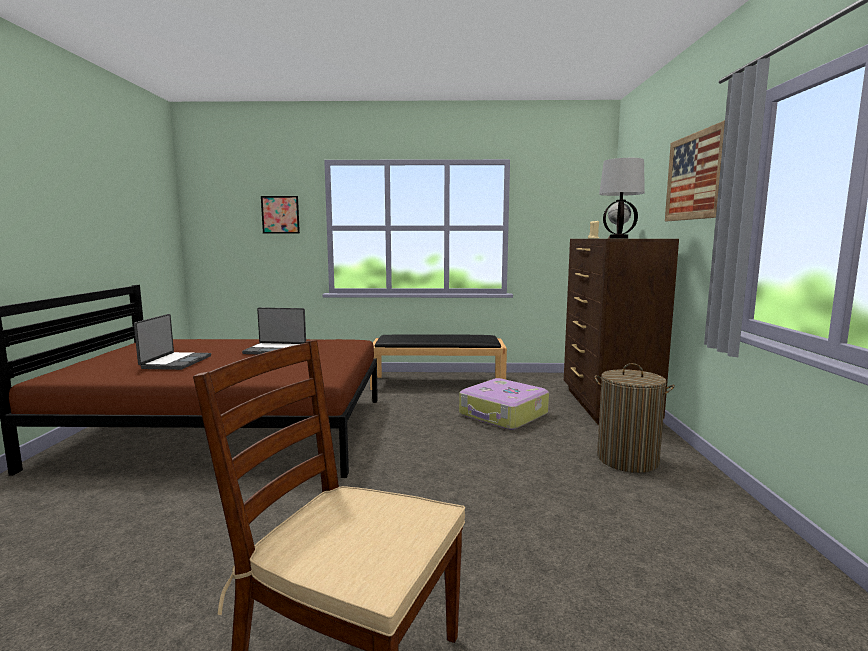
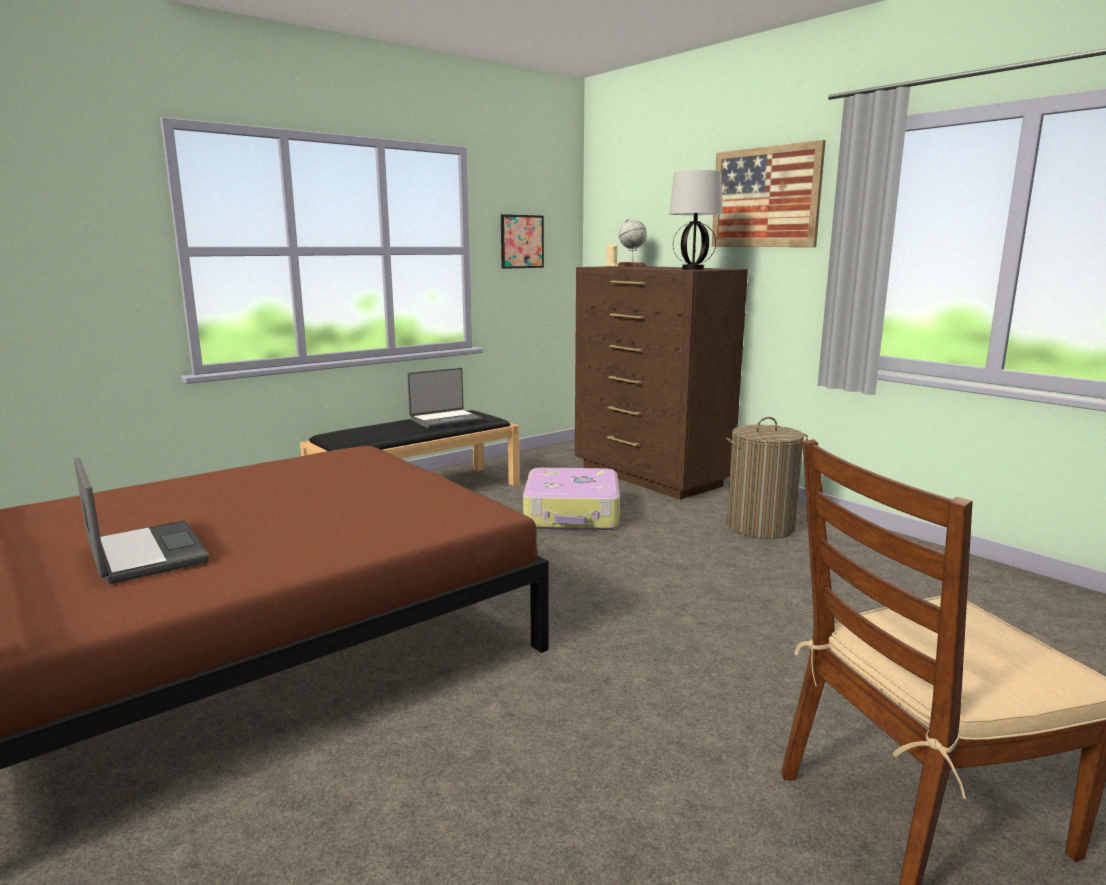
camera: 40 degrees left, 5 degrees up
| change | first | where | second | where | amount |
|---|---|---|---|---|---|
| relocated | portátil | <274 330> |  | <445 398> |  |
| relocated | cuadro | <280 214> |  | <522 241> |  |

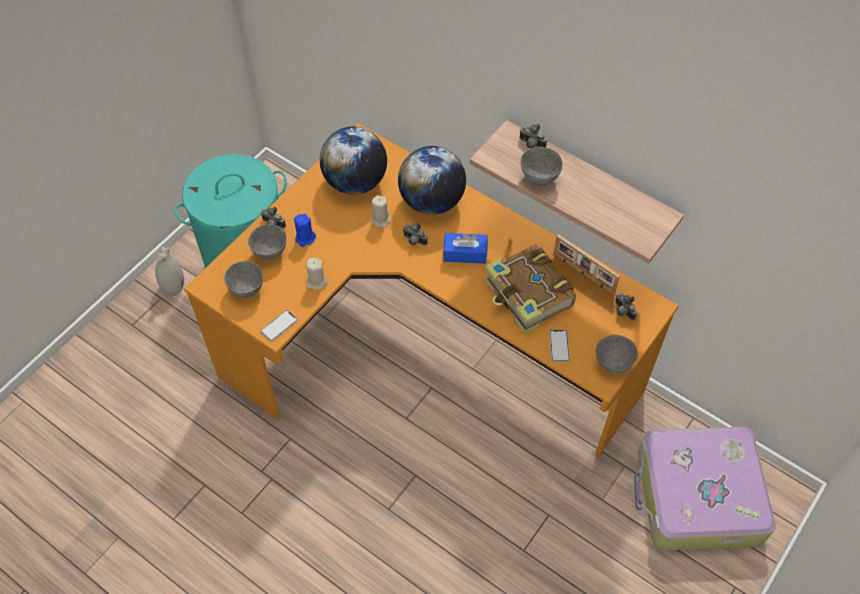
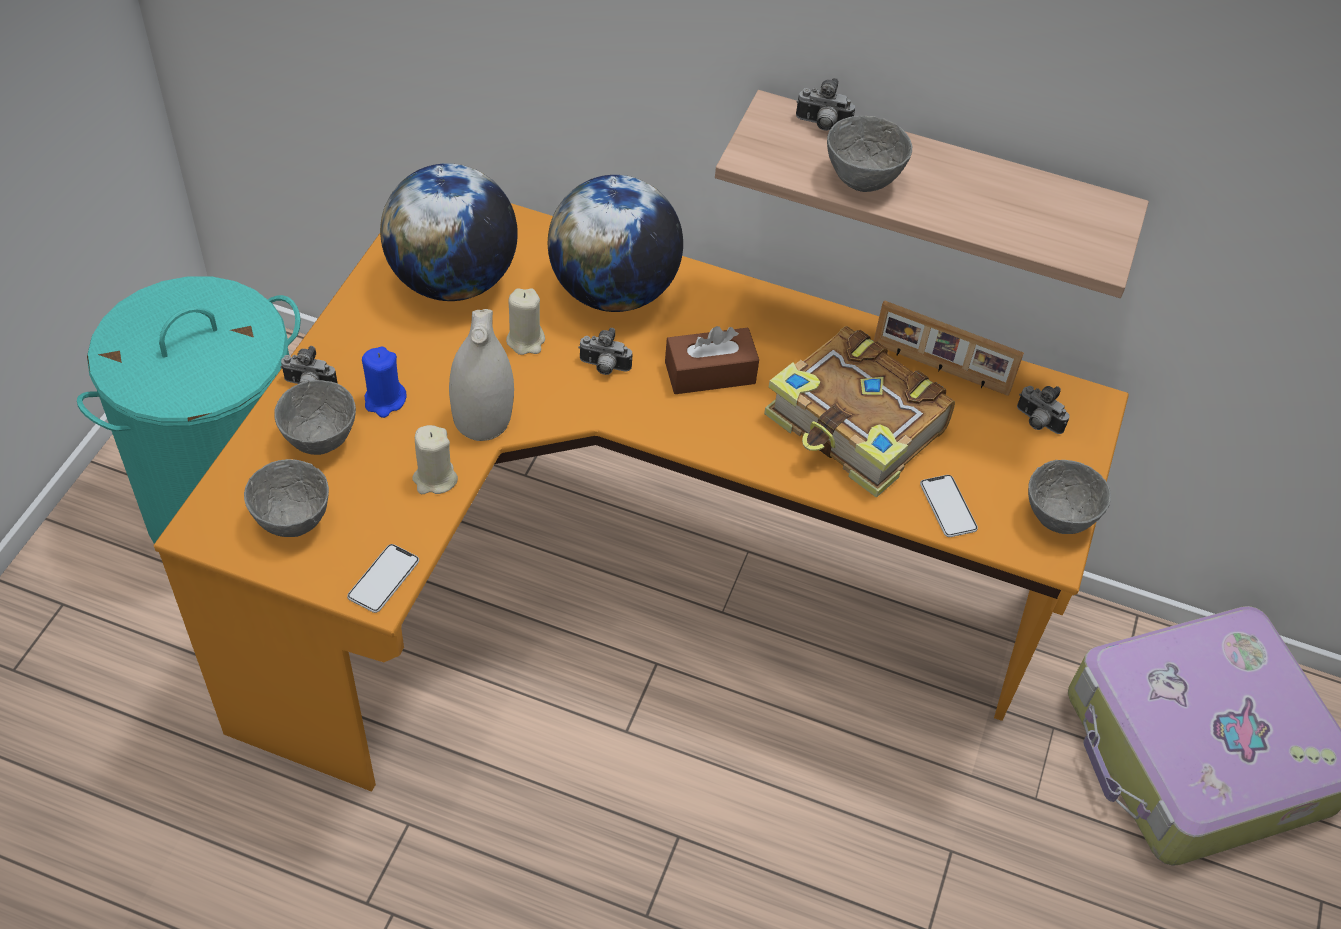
camera: 20 degrees left, 5 degrees down
| change | first | where | second | where | amount |
|---|---|---|---|---|---|
| relocated | florero [blanco] | <169 271> |  | <481 375> |  |
| colour | caja de pañuelos [azul] | <465 248> | caja de pañuelos [marrón] | <712 360> |  |

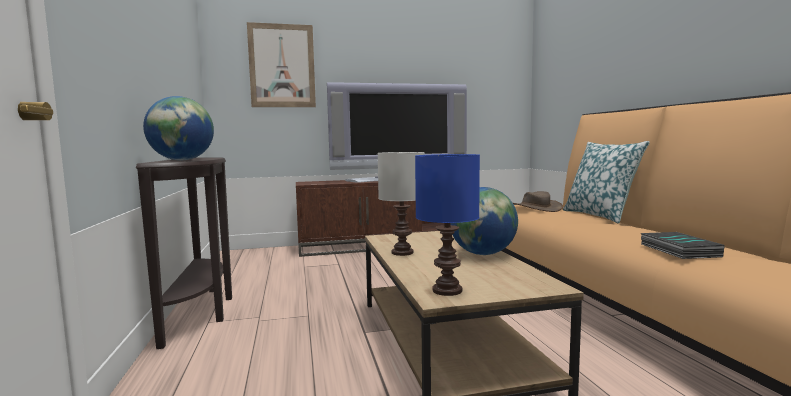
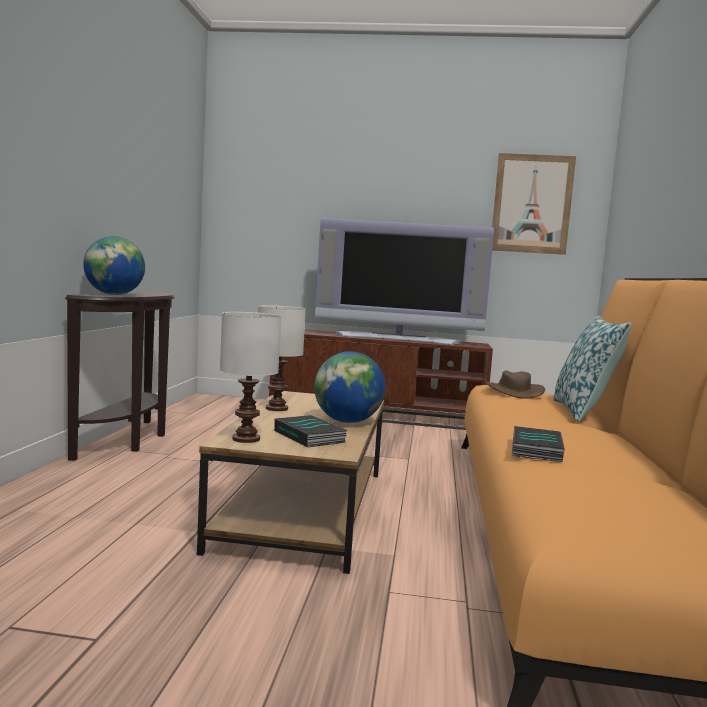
camera: 20 degrees right, 0 degrees up
| change | first | where | second | where | amount |
|---|---|---|---|---|---|
| relocated | cuadro | <281 64> |  | <534 204> |  |
| colour | lámpara de mesa [azul] | <447 225> | lámpara de mesa [blanco] | <250 377> |  |
| appeared |  |  | libro | <310 431> |  |

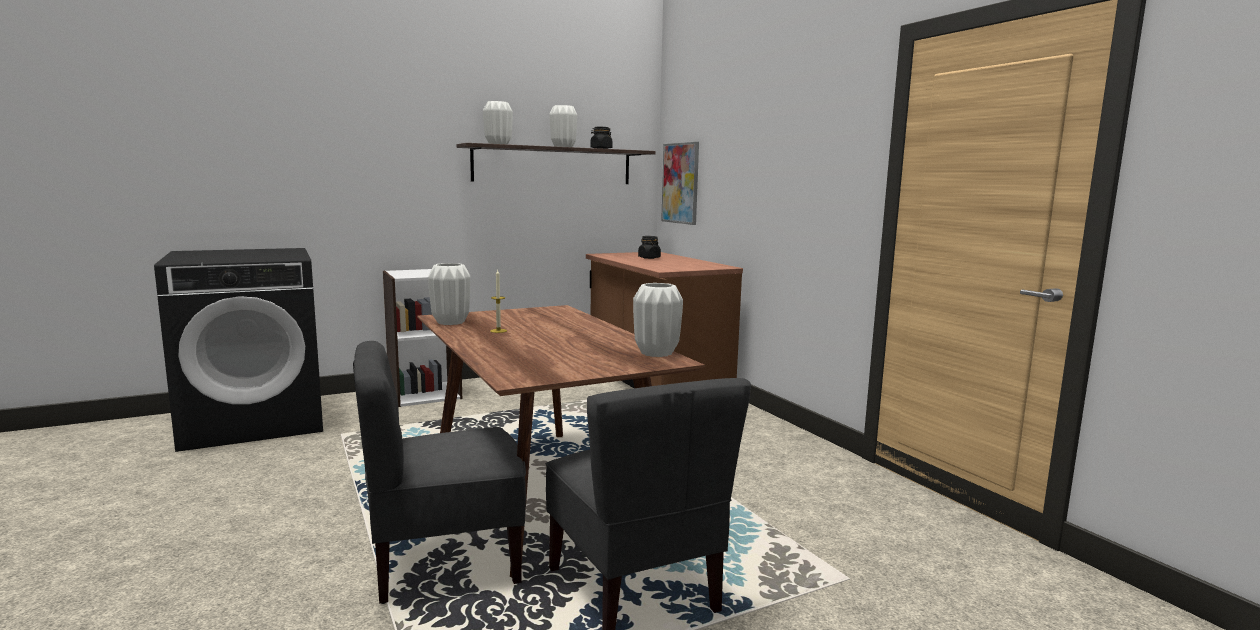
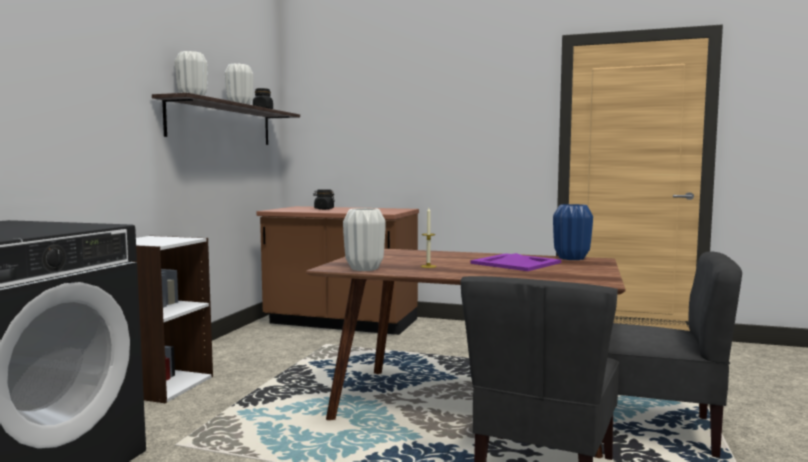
camera: 45 degrees left, 5 degrees down
| change | first | where | second | where | amount |
|---|---|---|---|---|---|
| colour | florero [blanco] | <658 320> | florero [azul] | <573 232> |  |
| missing | cuadro | <680 183> |  |  |  |
| appeared |  |  | bandeja [morado] | <515 262> |  |

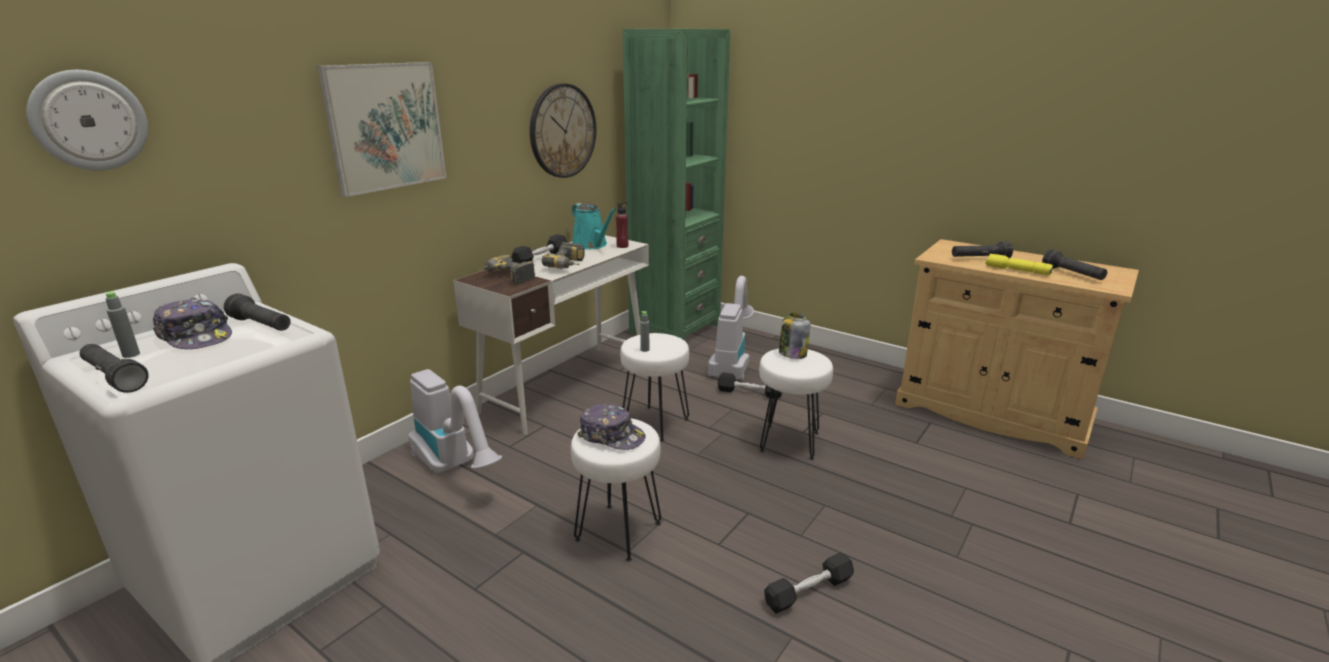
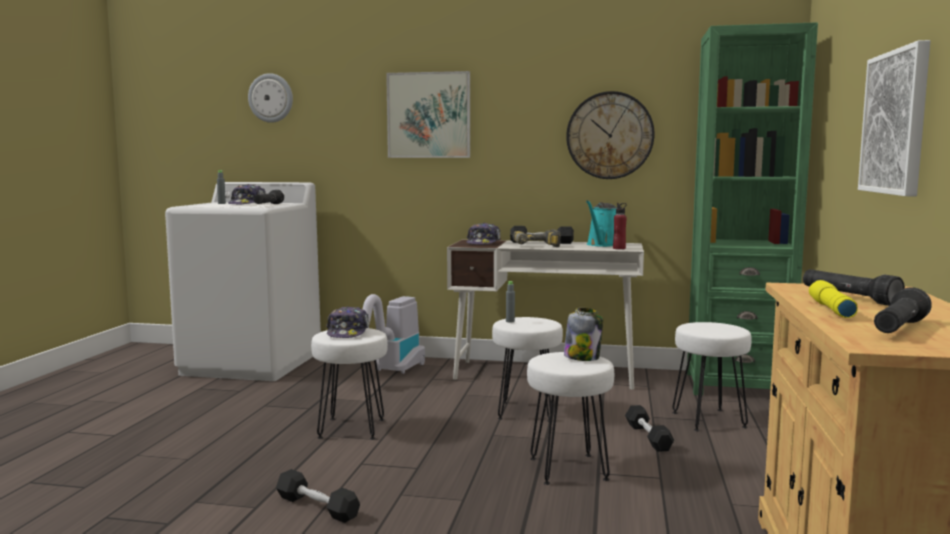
camera: 65 degrees right, 15 degrees down
| change | first | where | second | where | amount |
|---|---|---|---|---|---|
| missing | linterna [negro] | <114 368> |  |  |  |
| exchanged | taladro | <506 270> | gorra | <483 233> |  |
| exchanged | aspiradora | <731 328> | taburete [blanco] | <712 376> |  |
| appeared |  |  | cuadro | <894 118> |  |

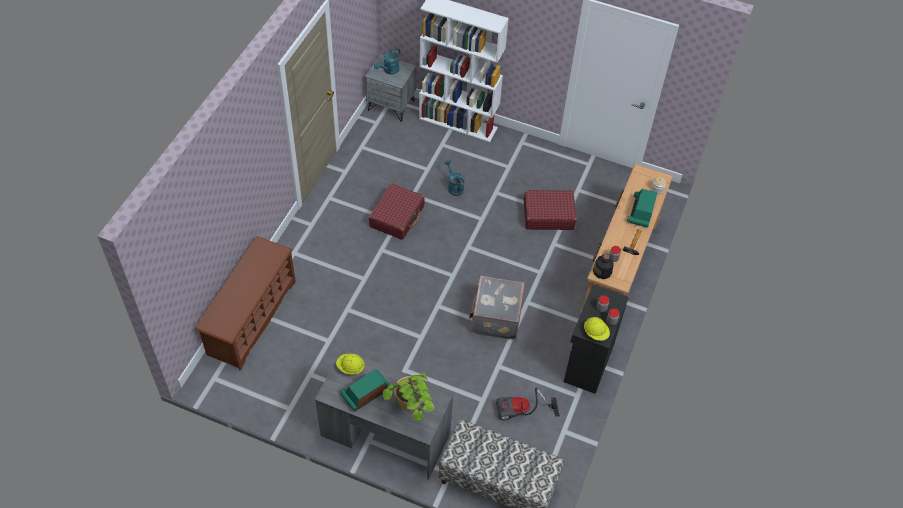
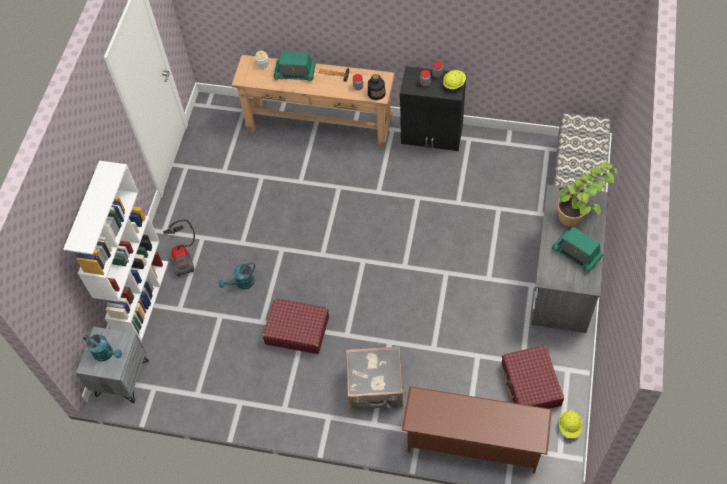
camera: 95 degrees left, 5 degrees up
| change | first | where | second | where | amount |
|---|---|---|---|---|---|
| relocated | casco [amarillo] | <350 364> |  | <571 424> |  |
| relocated | maleta [gris] | <497 308> |  | <374 378> |  |
| relocated | aspiradora | <528 404> |  | <179 248> |  |
| relocated | maleta [rojo] | <550 210> |  | <533 377> |  |

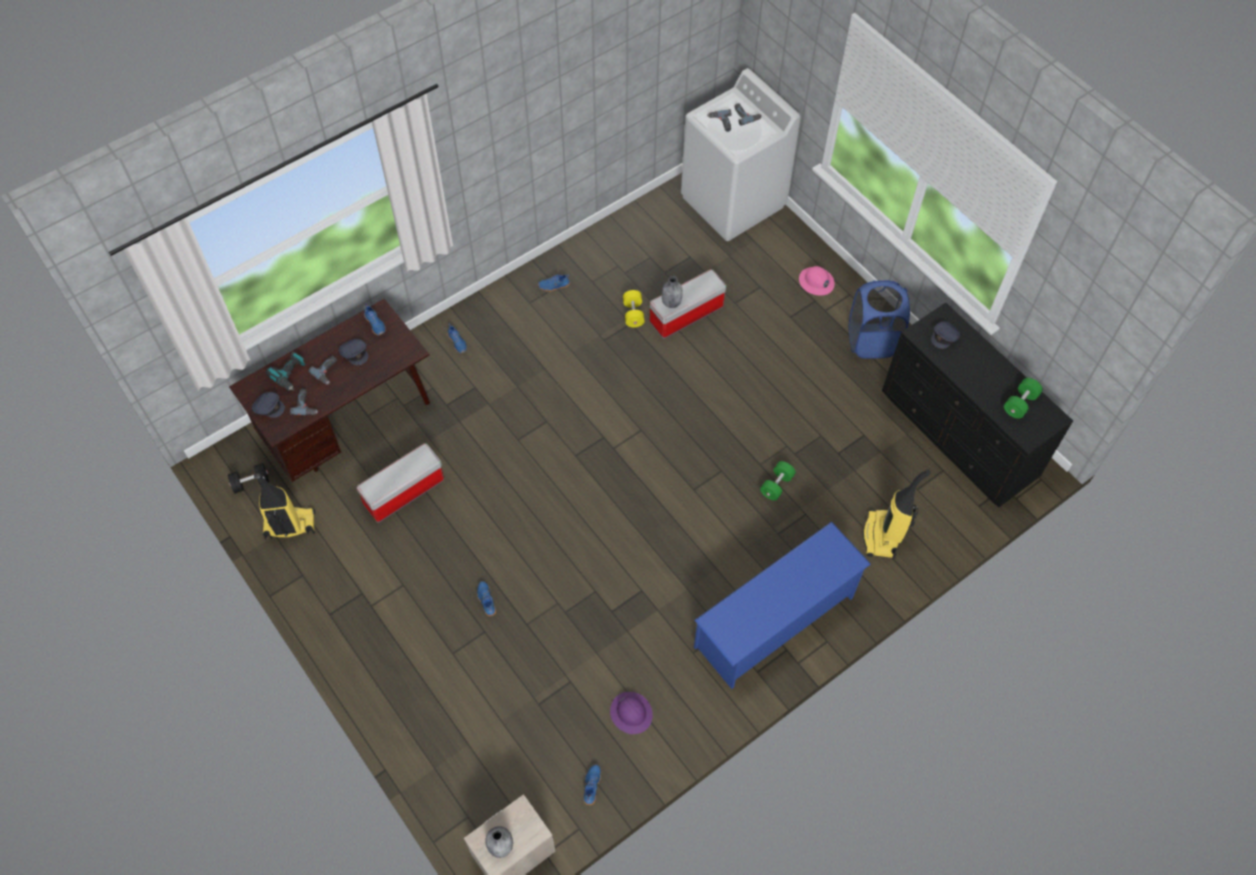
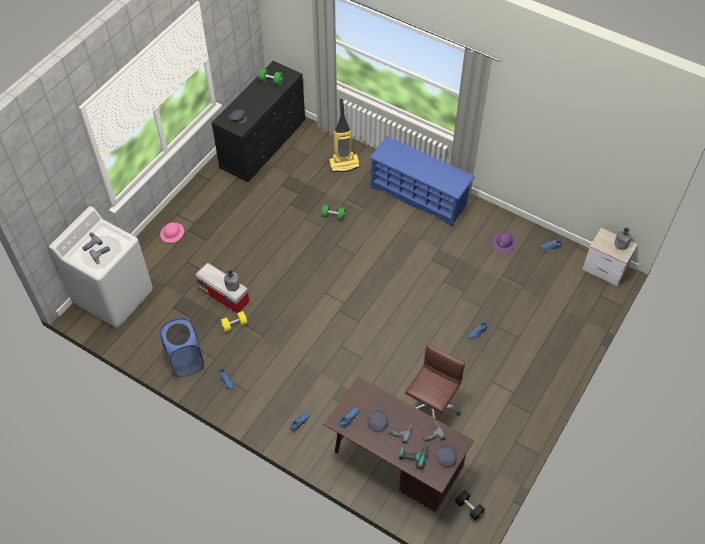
camera: 110 degrees left, 5 degrees down
| change | first | where | second | where | amount |
|---|---|---|---|---|---|
| missing | aspiradora | <284 507> |  |  |  |
| exchanged | caja de almacenaje | <400 483> | silla de oficina [marrón] | <435 381> |  |
| relocated | cesto de la ropa [azul] | <879 319> |  | <182 347> |  |

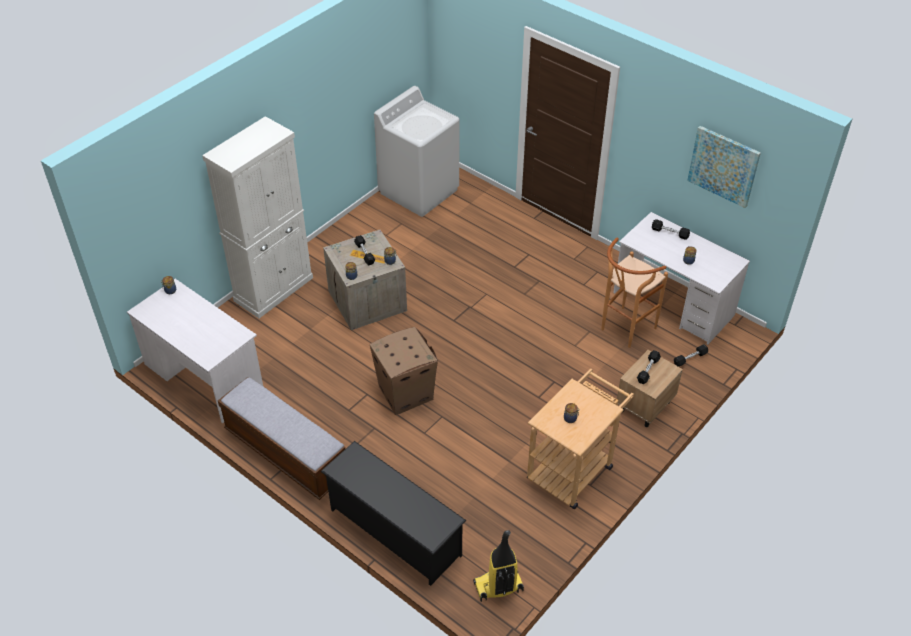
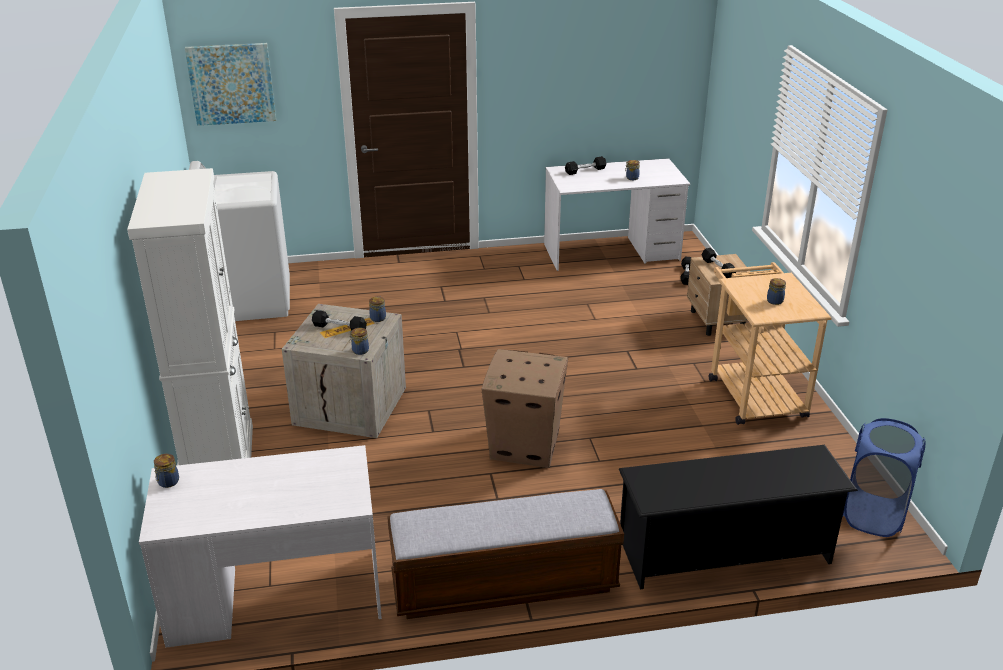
camera: 50 degrees left, 15 degrees down
| change | first | where | second | where | amount |
|---|---|---|---|---|---|
| exchanged | aspiradora | <498 566> | cesto de la ropa [azul] | <884 477> |  |
| missing | taburete [marrón] | <634 293> |  |  |  |
| relocated | cuadro | <724 167> |  | <230 84> |  |

